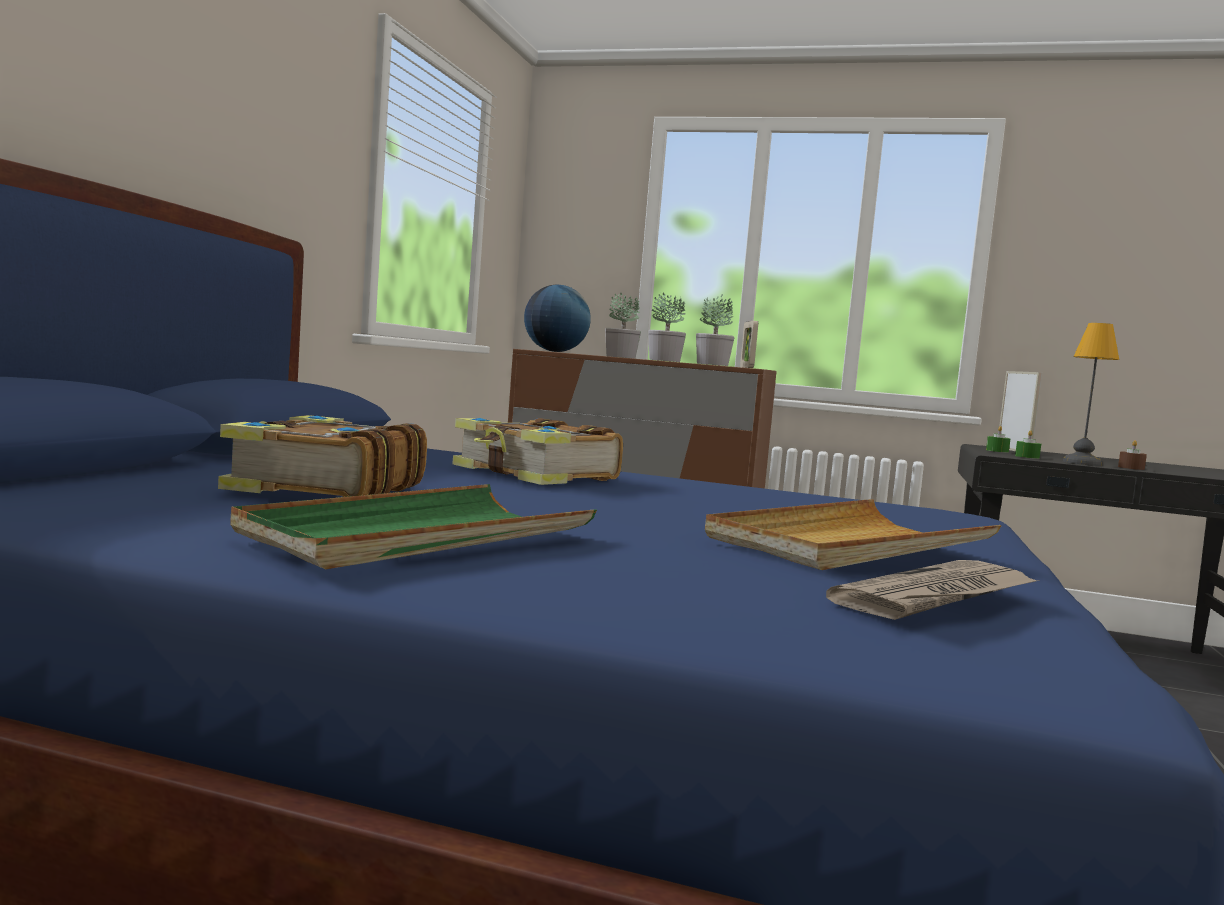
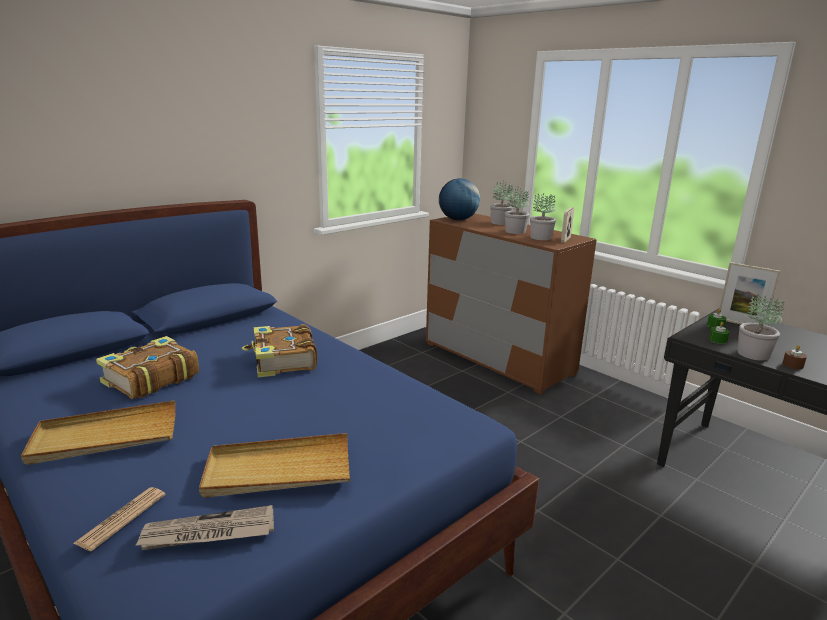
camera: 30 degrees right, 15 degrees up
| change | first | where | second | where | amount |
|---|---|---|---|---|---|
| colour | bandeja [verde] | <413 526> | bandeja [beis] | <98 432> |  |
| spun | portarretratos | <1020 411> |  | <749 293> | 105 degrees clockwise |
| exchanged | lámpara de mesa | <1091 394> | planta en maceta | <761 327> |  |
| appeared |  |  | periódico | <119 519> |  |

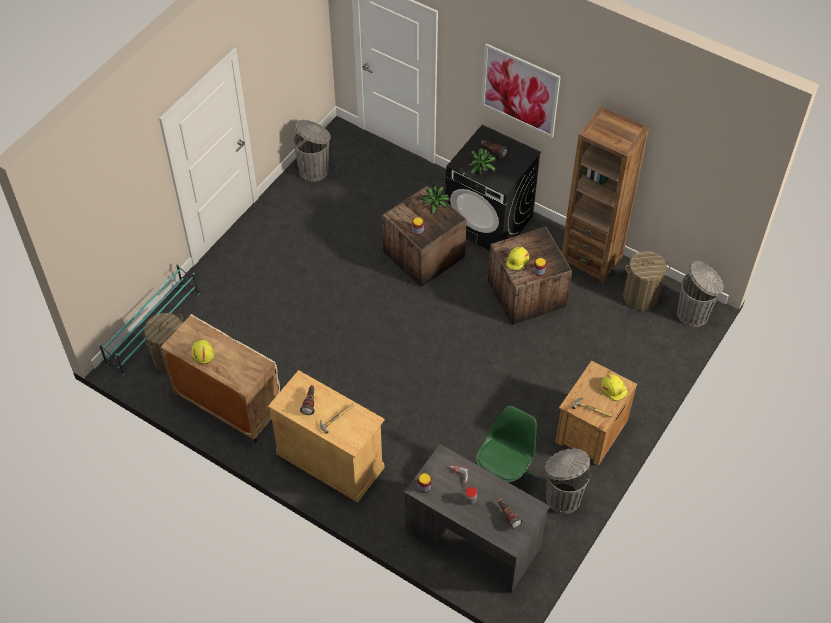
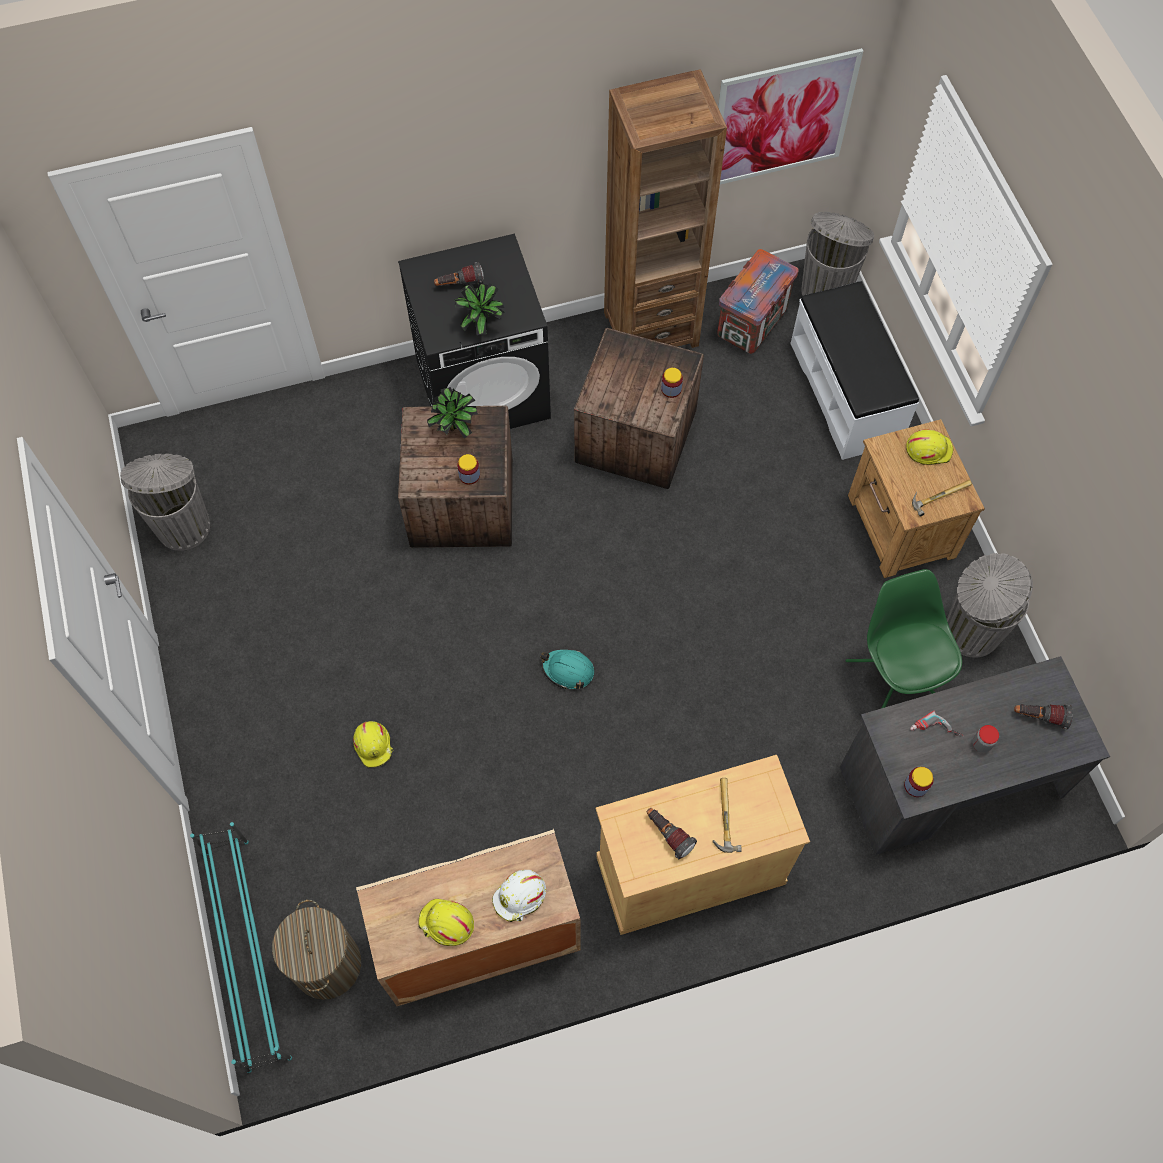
camera: 50 degrees left, 10 degrees up
| change | first | where | second | where | amount |
|---|---|---|---|---|---|
| relocated | cuadro | <521 90> |  | <790 116> |  |
| relocated | casco [amarillo] | <517 258> |  | <373 744> |  |
| exchanged | cesto de la ropa | <646 281> | caja de embalaje | <758 301> |  |
| appeared |  |  | casco [blanco] | <519 896> |  |
| appeared |  |  | casco [turquesa] | <567 669> |  |
| appeared |  |  | banco [blanco] | <854 370> |  |

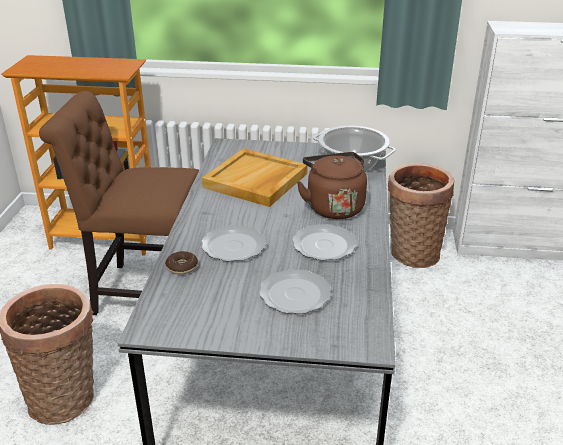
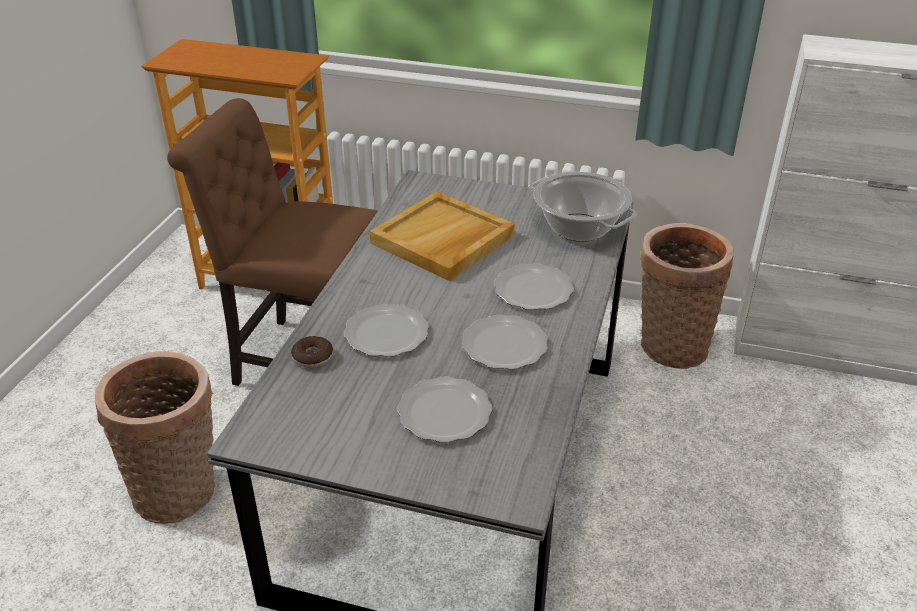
camera: 10 degrees right, 5 degrees up
| change | first | where | second | where | amount |
|---|---|---|---|---|---|
| exchanged | hervidor [marrón] | <332 185> | plato | <534 286> |  |

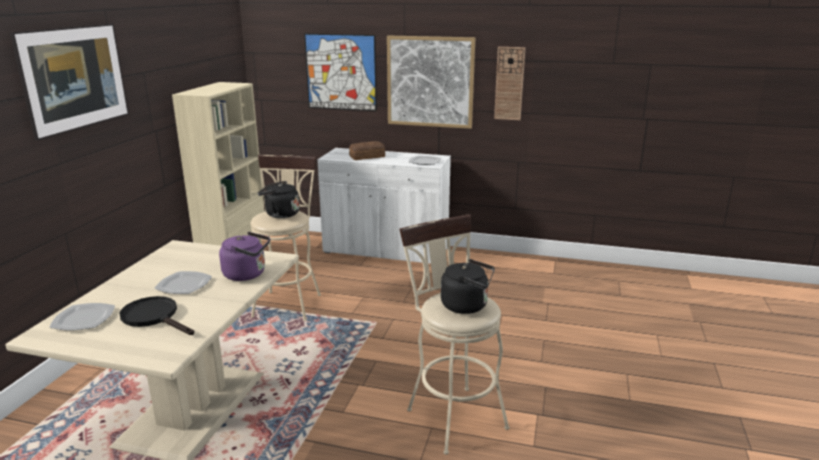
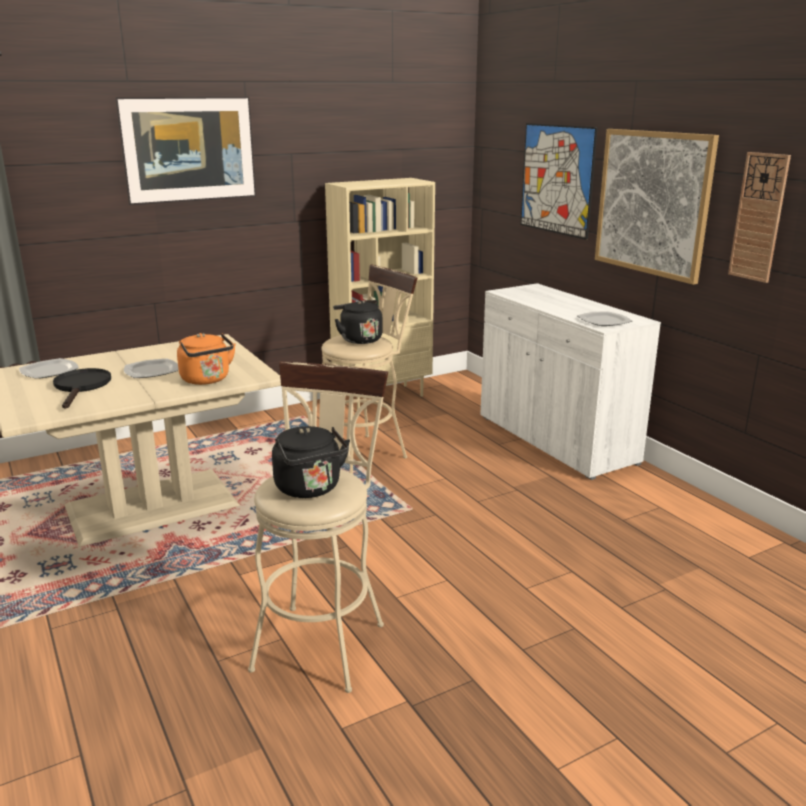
camera: 45 degrees right, 0 degrees up
| change | first | where | second | where | amount |
|---|---|---|---|---|---|
| colour | hervidor [morado] | <244 256> | hervidor [naranja] | <206 359> |  |
| missing | pan | <367 150> |  |  |  |

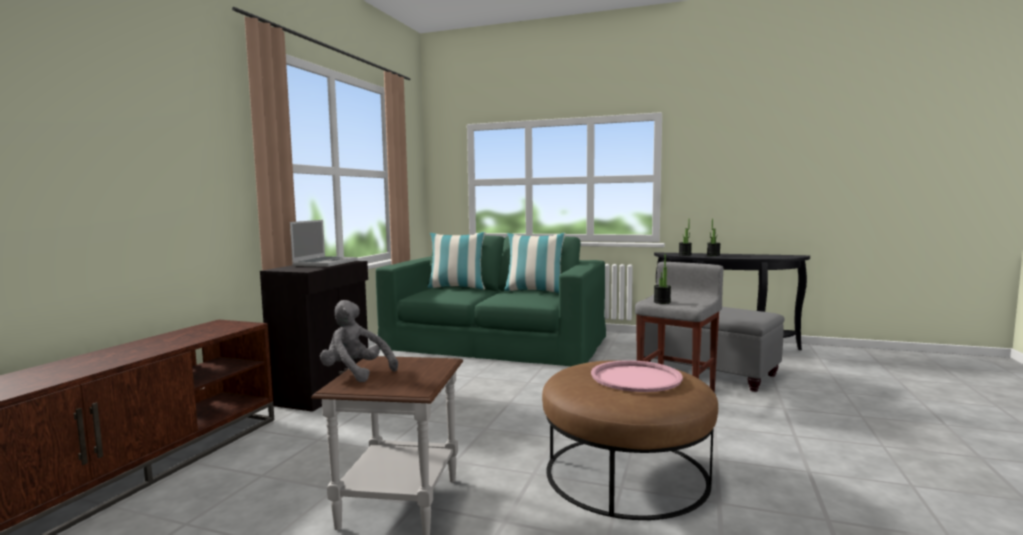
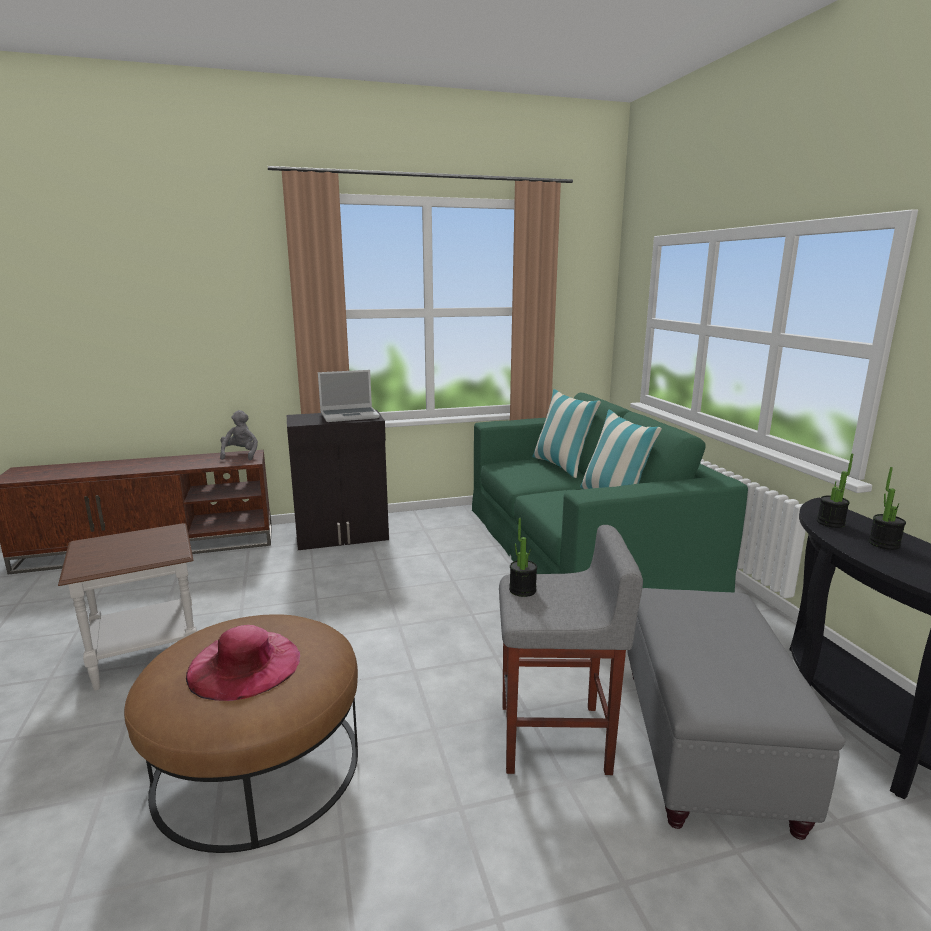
camera: 55 degrees right, 10 degrees up
| change | first | where | second | where | amount |
|---|---|---|---|---|---|
| relocated | peluche [gris] | <359 341> |  | <239 435> |  |
| exchanged | bandeja [rosa] | <637 376> | sombrero [rosa] | <243 663> |  |

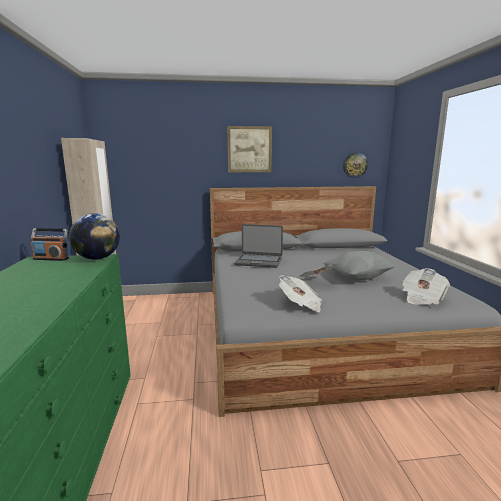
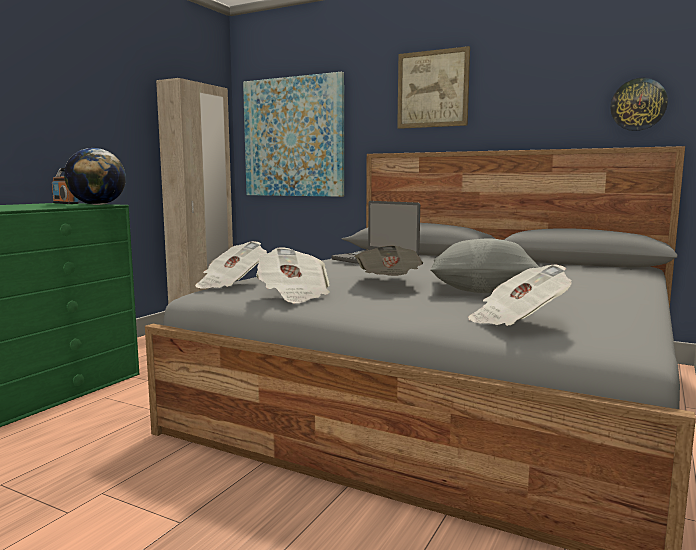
camera: 35 degrees right, 5 degrees down
| change | first | where | second | where | amount |
|---|---|---|---|---|---|
| appeared |  |  | periódico | <231 265> |  |
| appeared |  |  | cuadro | <293 134> |  |

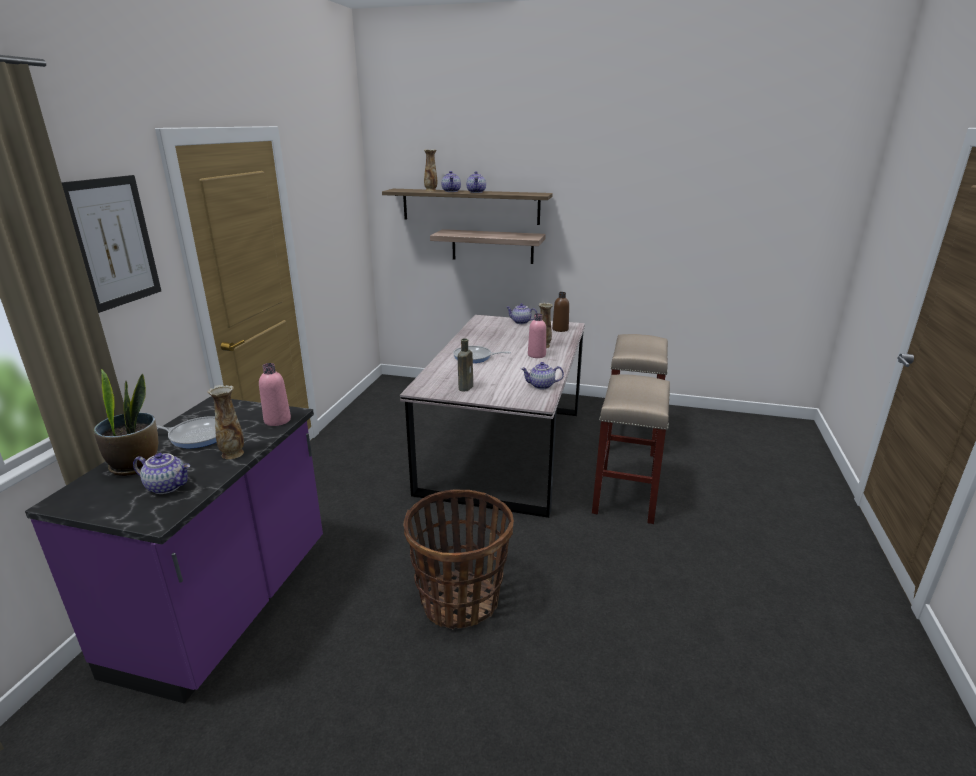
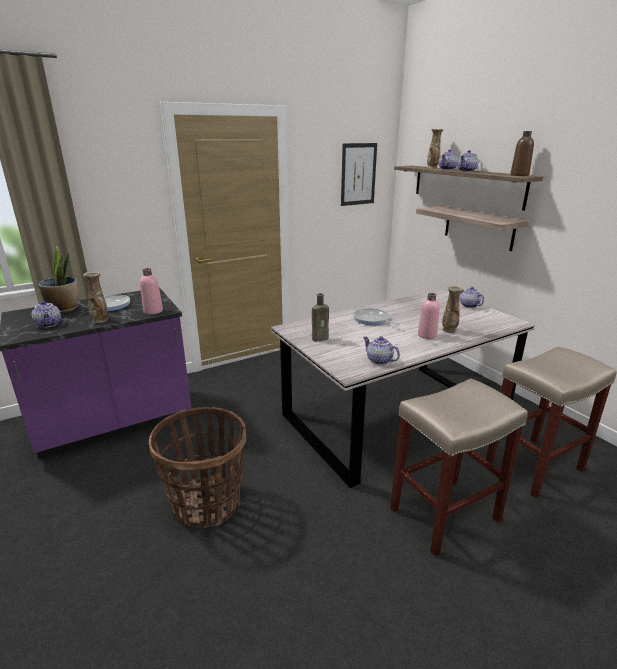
camera: 45 degrees right, 0 degrees up
| change | first | where | second | where | amount |
|---|---|---|---|---|---|
| relocated | cuadro | <111 244> |  | <359 174> |  |
| relocated | botella [marrón] | <560 312> |  | <522 153> |  |

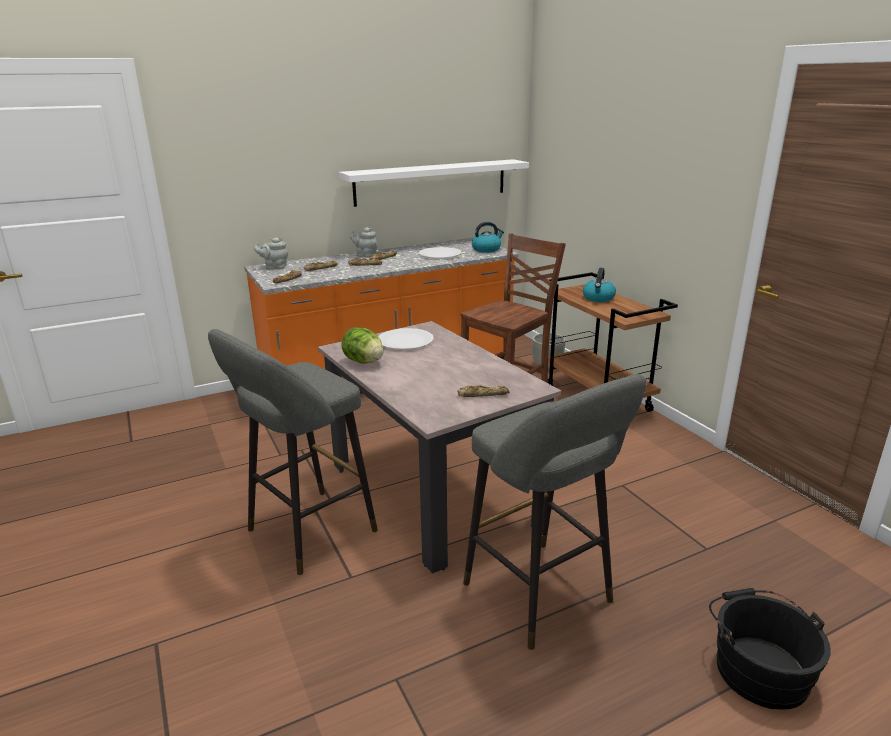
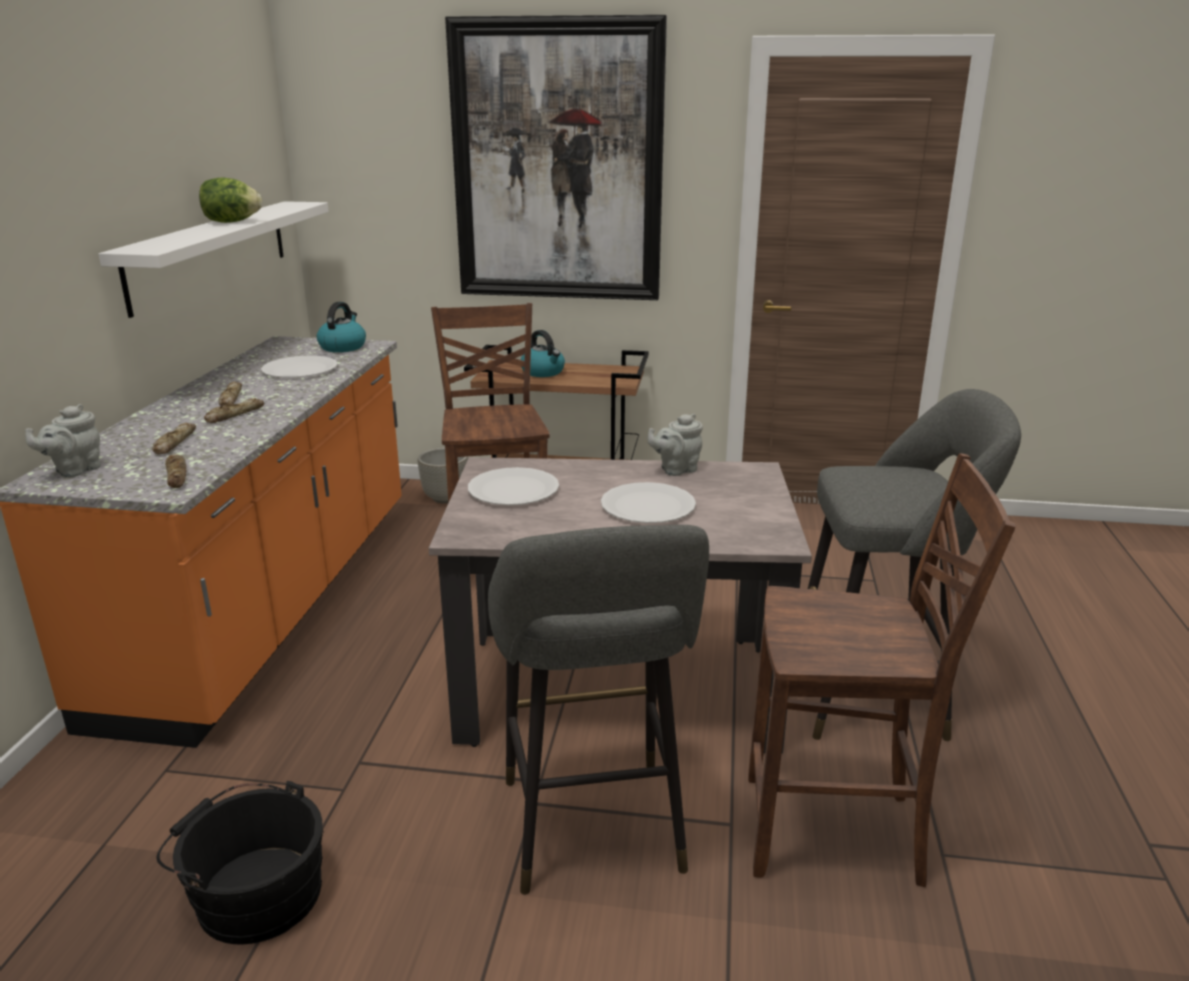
camera: 55 degrees left, 0 degrees up
| change | first | where | second | where | amount |
|---|---|---|---|---|---|
| relocated | lechuga | <362 345> |  | <230 200> |  |
| relocated | tetera [gris] | <363 242> |  | <675 445> |  |
| missing | pan | <483 391> |  |  |  |
| relocated | cubo [negro] | <770 649> |  | <240 863> |  |
| appeared |  |  | cuadro | <556 157> |  |
| appeared |  |  | plato [blanco] | <648 502> |  |
| appeared |  |  | silla [marrón] | <881 670> |  |

